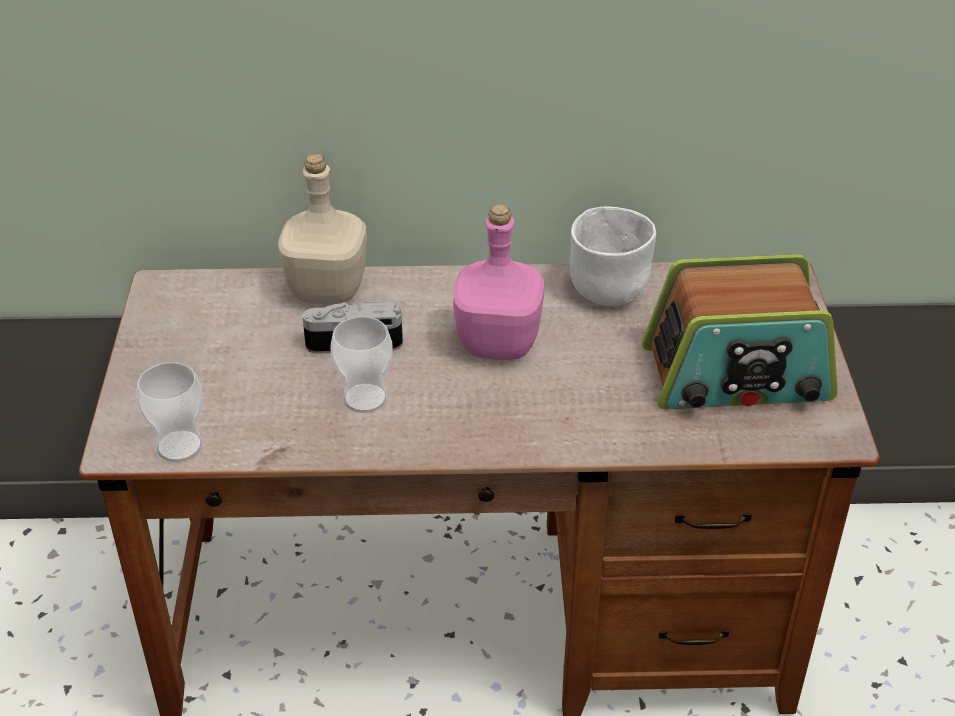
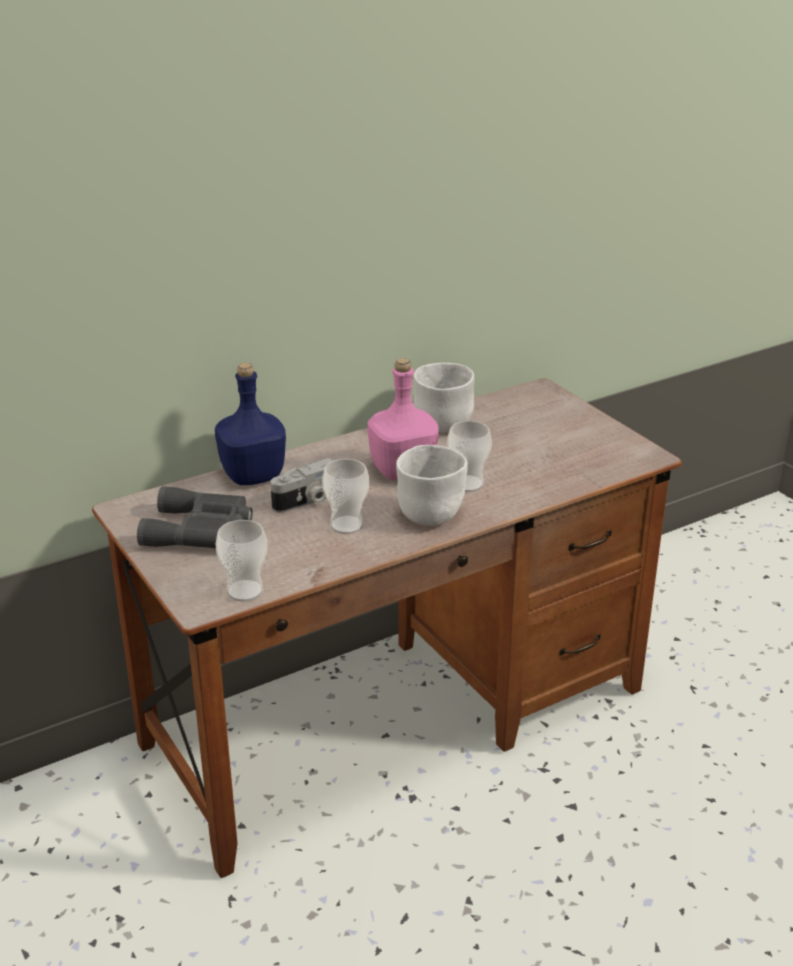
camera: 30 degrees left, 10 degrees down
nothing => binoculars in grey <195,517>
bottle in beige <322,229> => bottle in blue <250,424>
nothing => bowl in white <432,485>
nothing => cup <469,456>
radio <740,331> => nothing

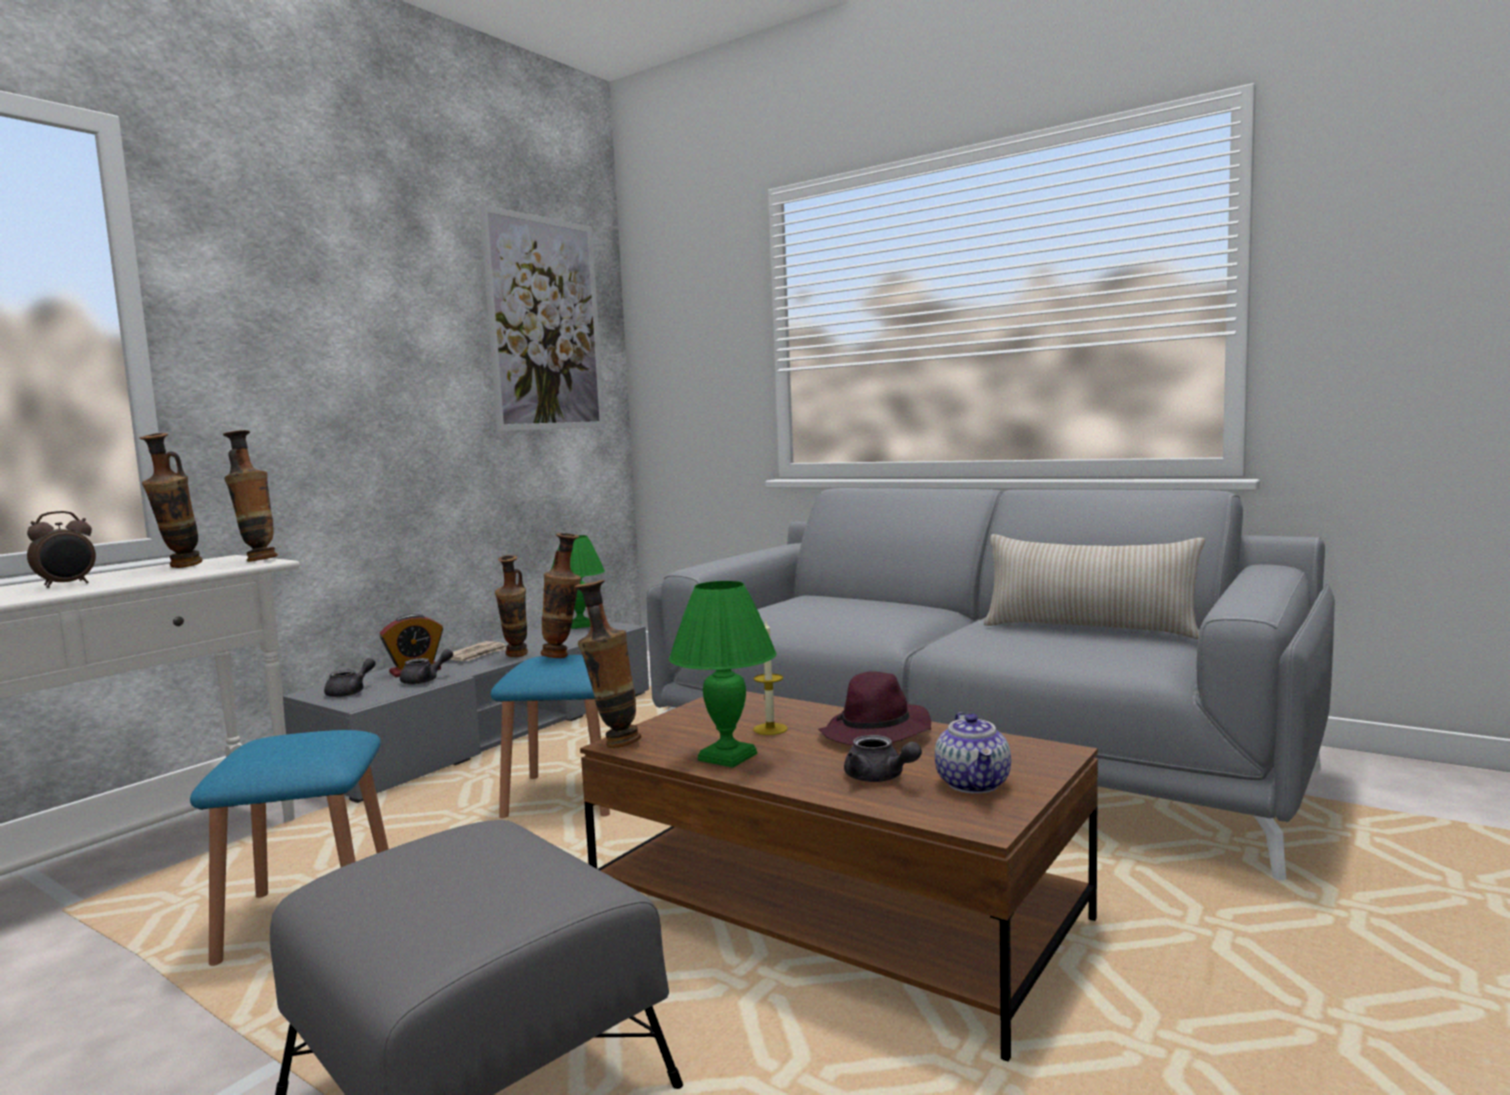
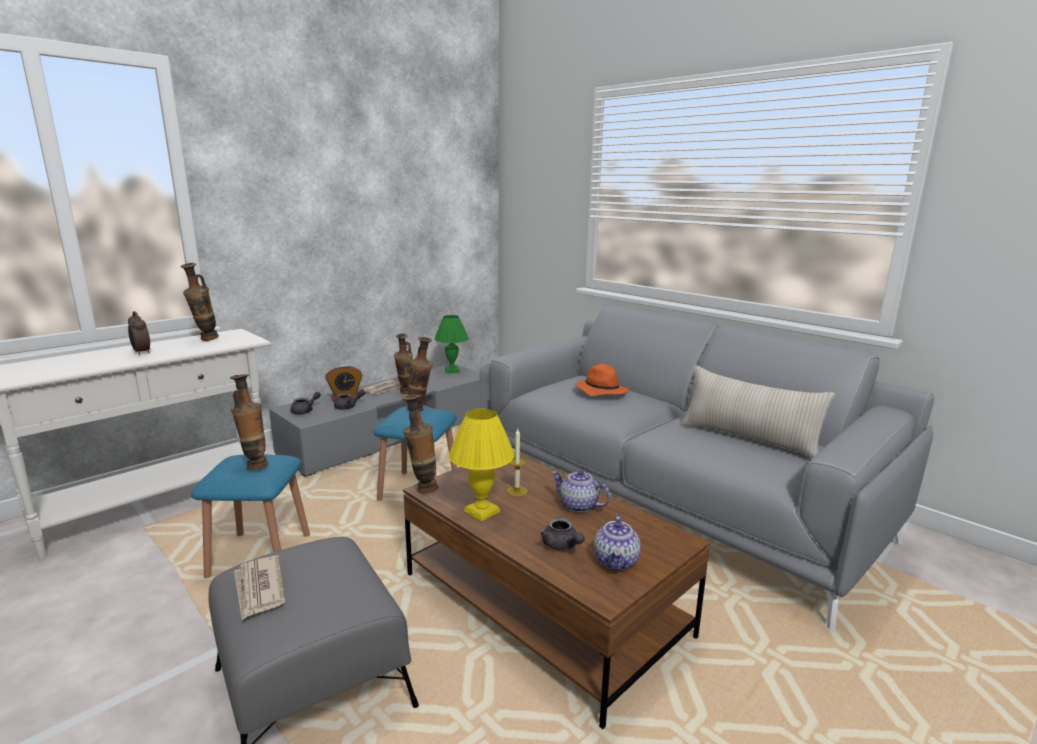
camera: 10 degrees right, 10 degrees up
alarm clock <61,549> => alarm clock <139,333>, 90 degrees clockwise
vase <250,496> => vase <249,422>, relocated
nothing => newspaper <259,588>
table lamp in green <723,674> => table lamp in yellow <481,465>
hat in purple <874,708> => teapot <581,491>
nothing => hat in orange <602,380>
picture <542,317> => nothing

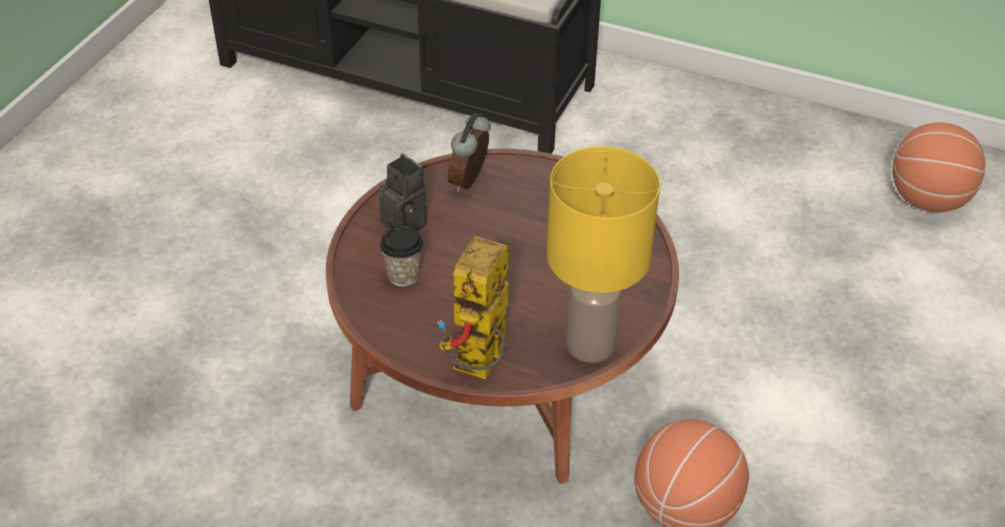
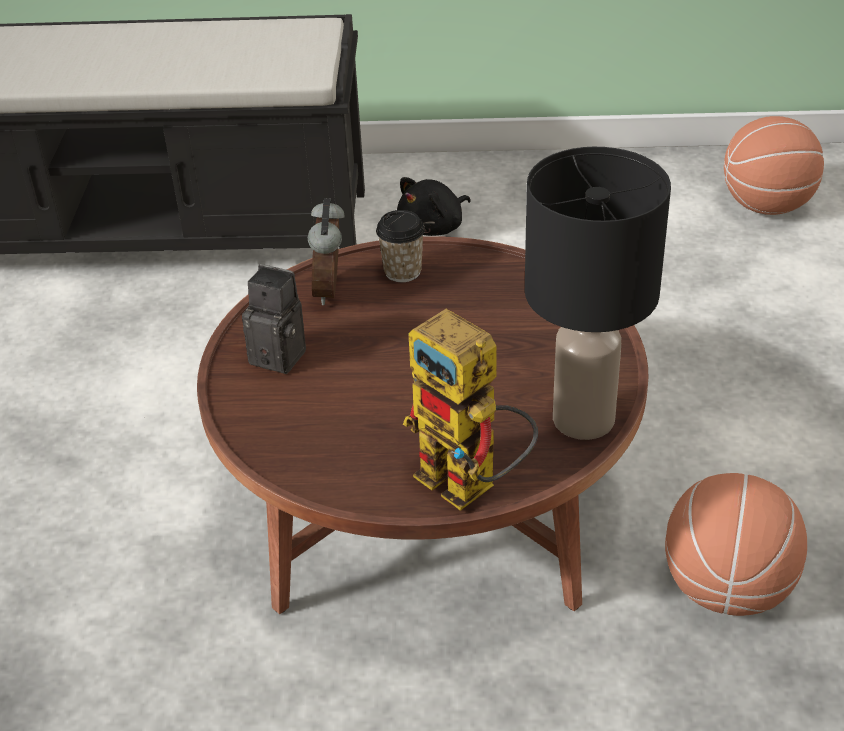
camera: 20 degrees left, 5 degrees down
cup <401,255> => cup <400,246>, relocated
nothing => plush toy in black <434,206>
toy robot <473,307> => toy robot <470,410>, 45 degrees counterclockwise
table lamp in yellow <603,254> => table lamp in black <598,293>

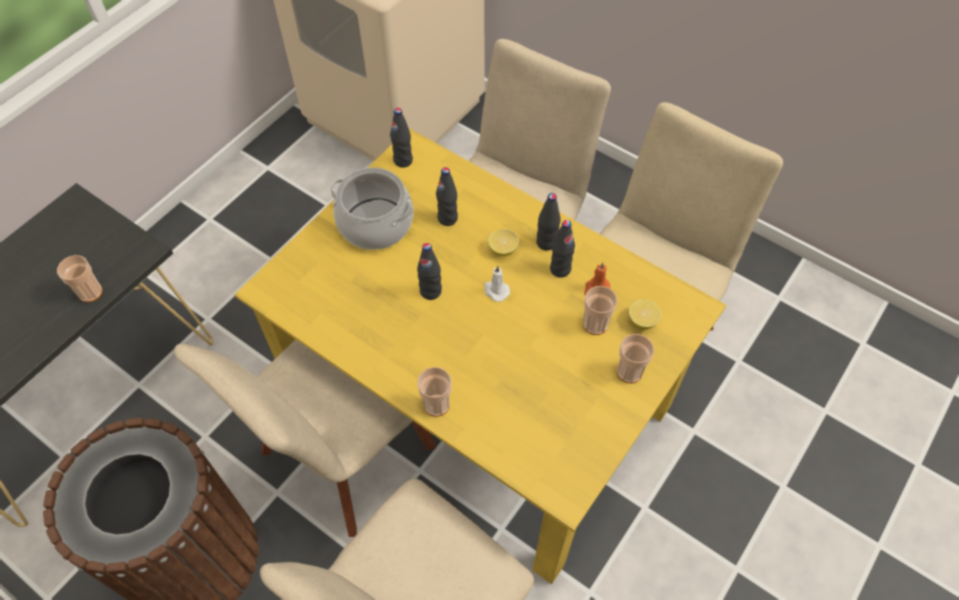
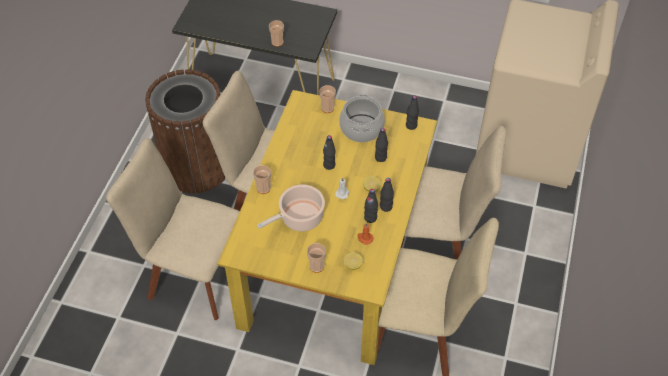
camera: 70 degrees right, 5 degrees down
nothing => cooking pot <291,208>
cup <600,310> => cup <327,99>, relocated

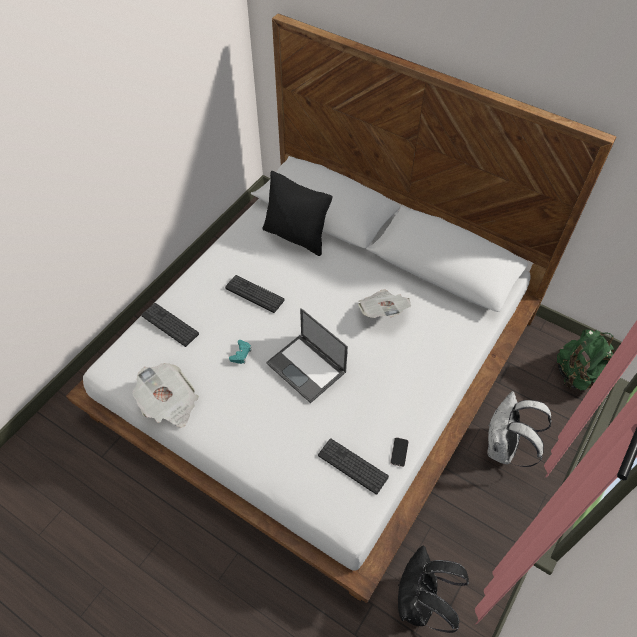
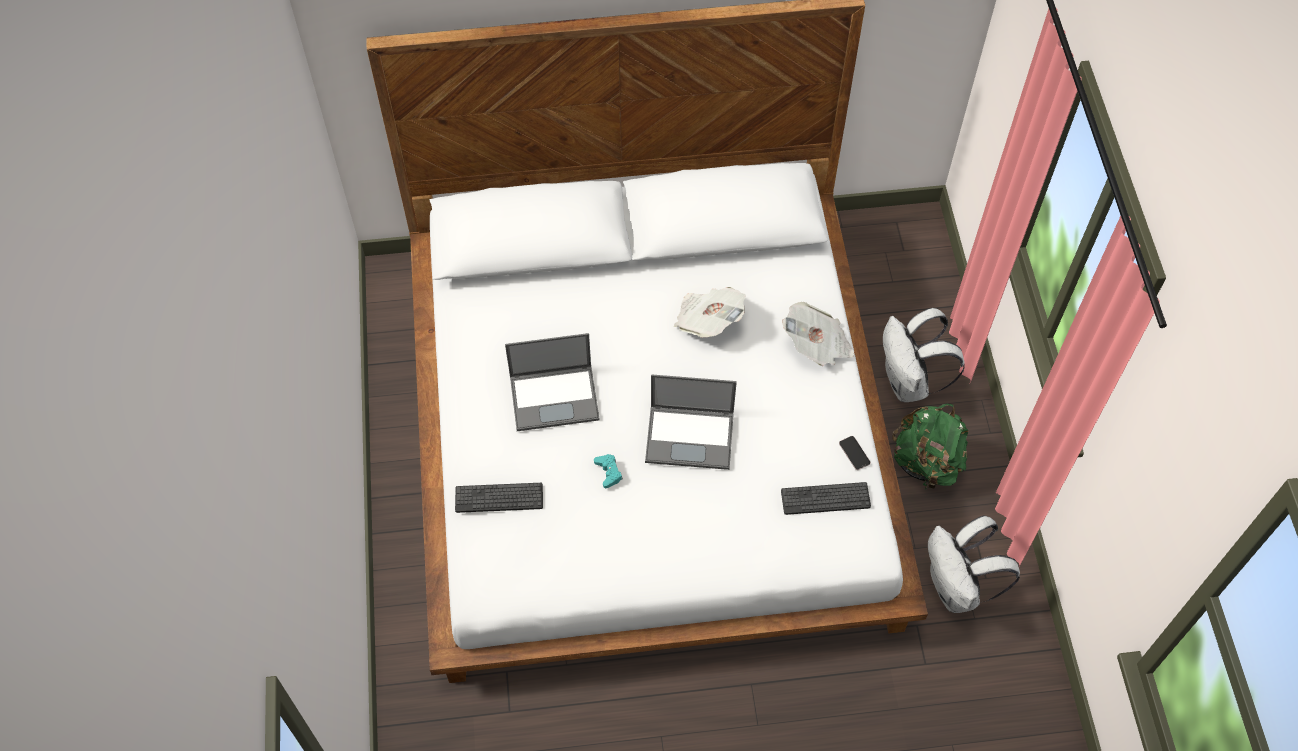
camera: 40 degrees left, 5 degrees up
keyboard <255,294> => laptop <552,382>
newspaper <165,395> => newspaper <818,334>, relocated
backpack in green <586,359> => backpack in green <930,447>, relocated
backpack in black <433,589> => backpack in white <974,564>
pillow in black <297,213> => nothing

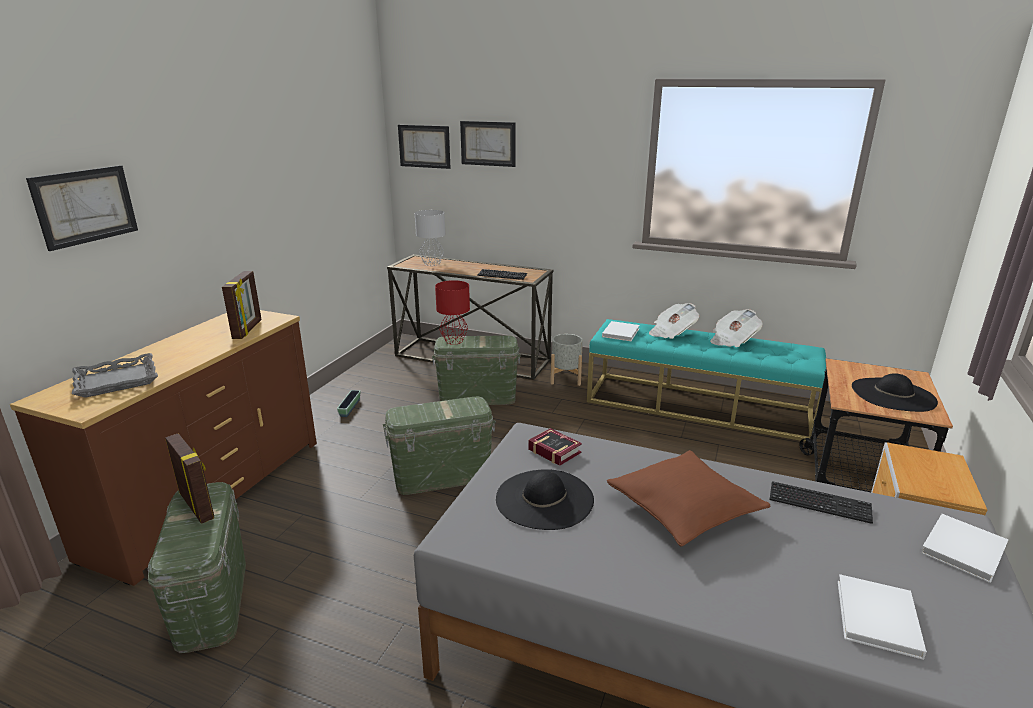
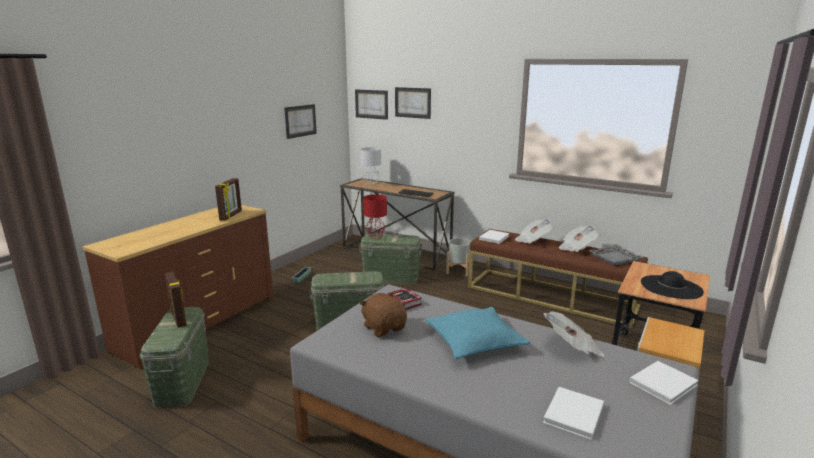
camera: 10 degrees right, 5 degrees down
picture <82,208> => picture <300,121>, relocated
hat in black <545,499> => plush toy in brown <383,315>
pillow in brown <688,498> => pillow in turquoise <478,333>
bench in turquoise <706,380> => bench in brown <558,278>
keyboard <821,502> => newspaper <574,334>
tray in grey <115,375> => tray in grey <616,255>, relocated

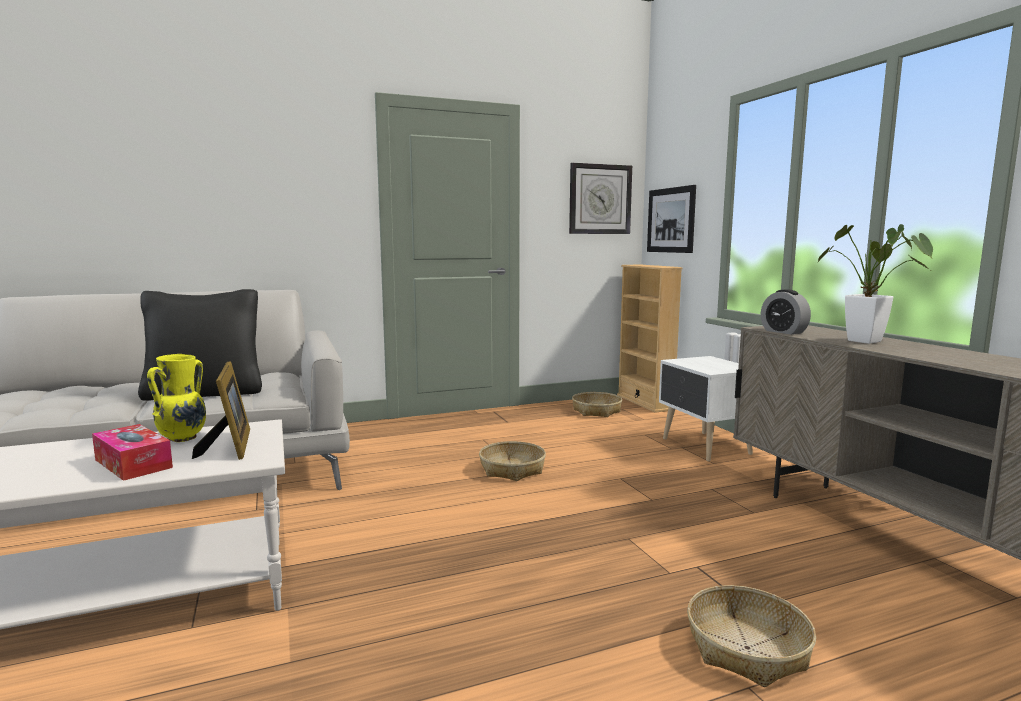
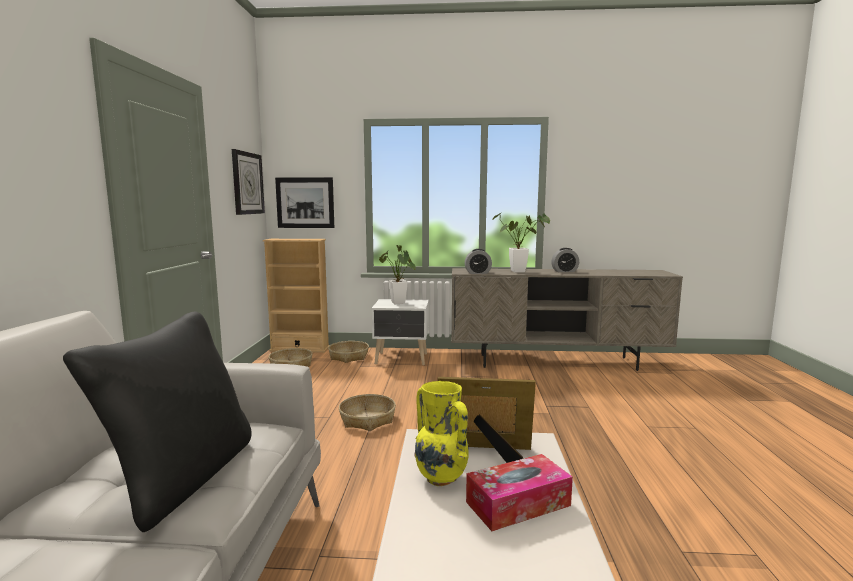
camera: 65 degrees left, 0 degrees up
basket <751,636> => basket <348,352>, relocated
nothing => potted plant <397,274>
nothing => alarm clock <565,260>

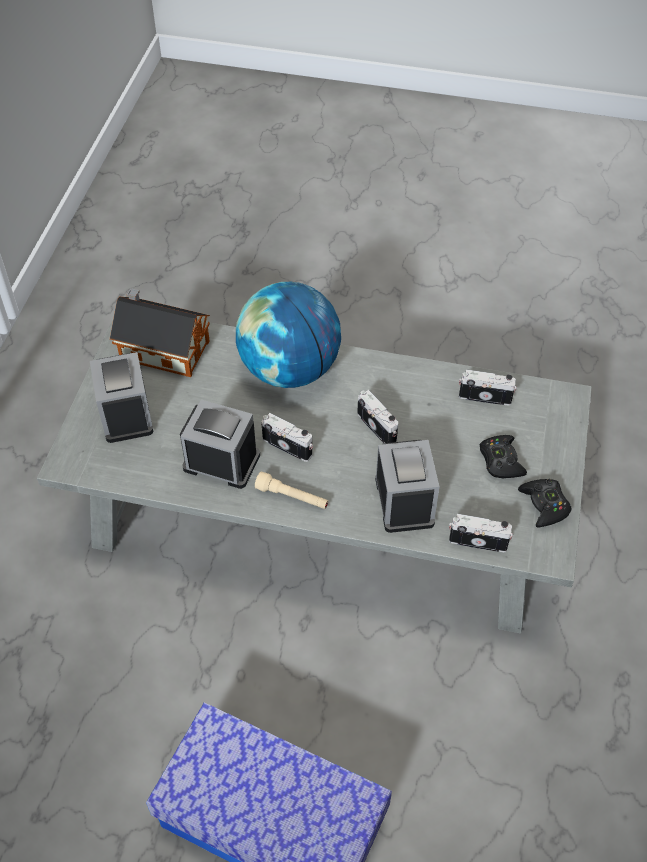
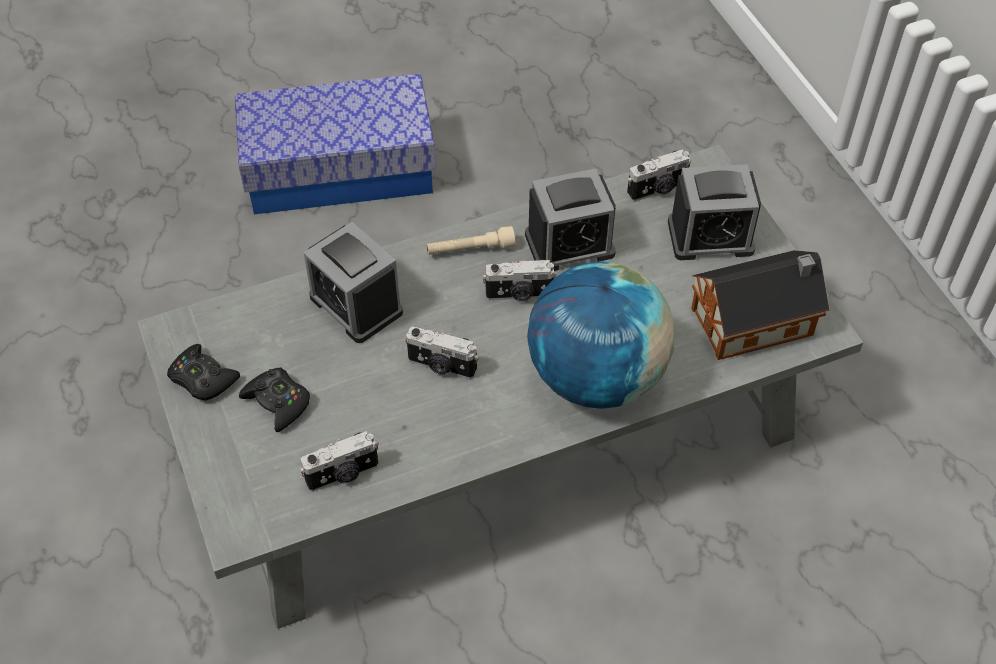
camera: 145 degrees right, 0 degrees up
photo camera <481,533> => photo camera <659,175>, relocated
alarm clock <121,397> => alarm clock <714,212>, 135 degrees clockwise

